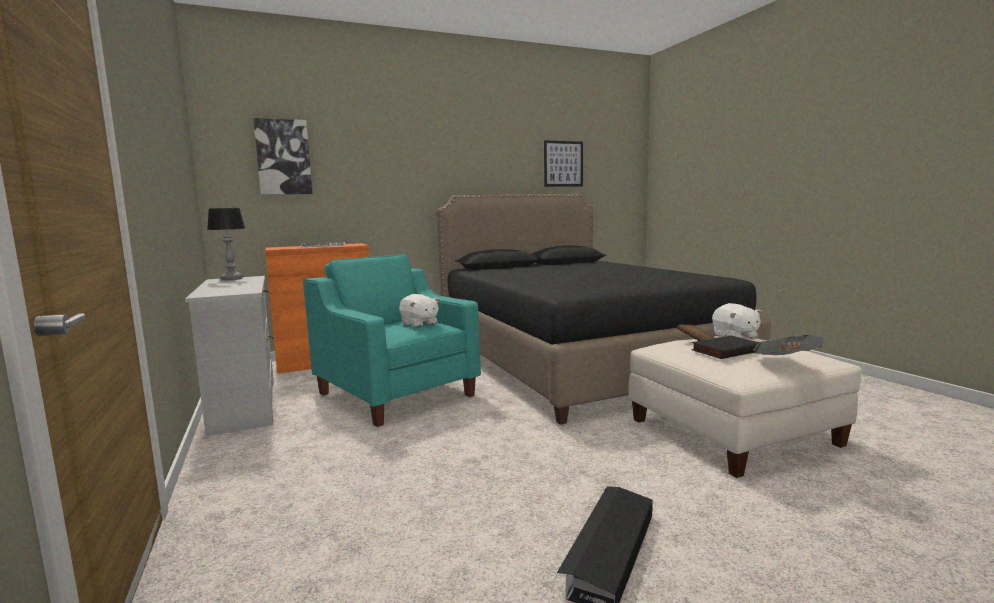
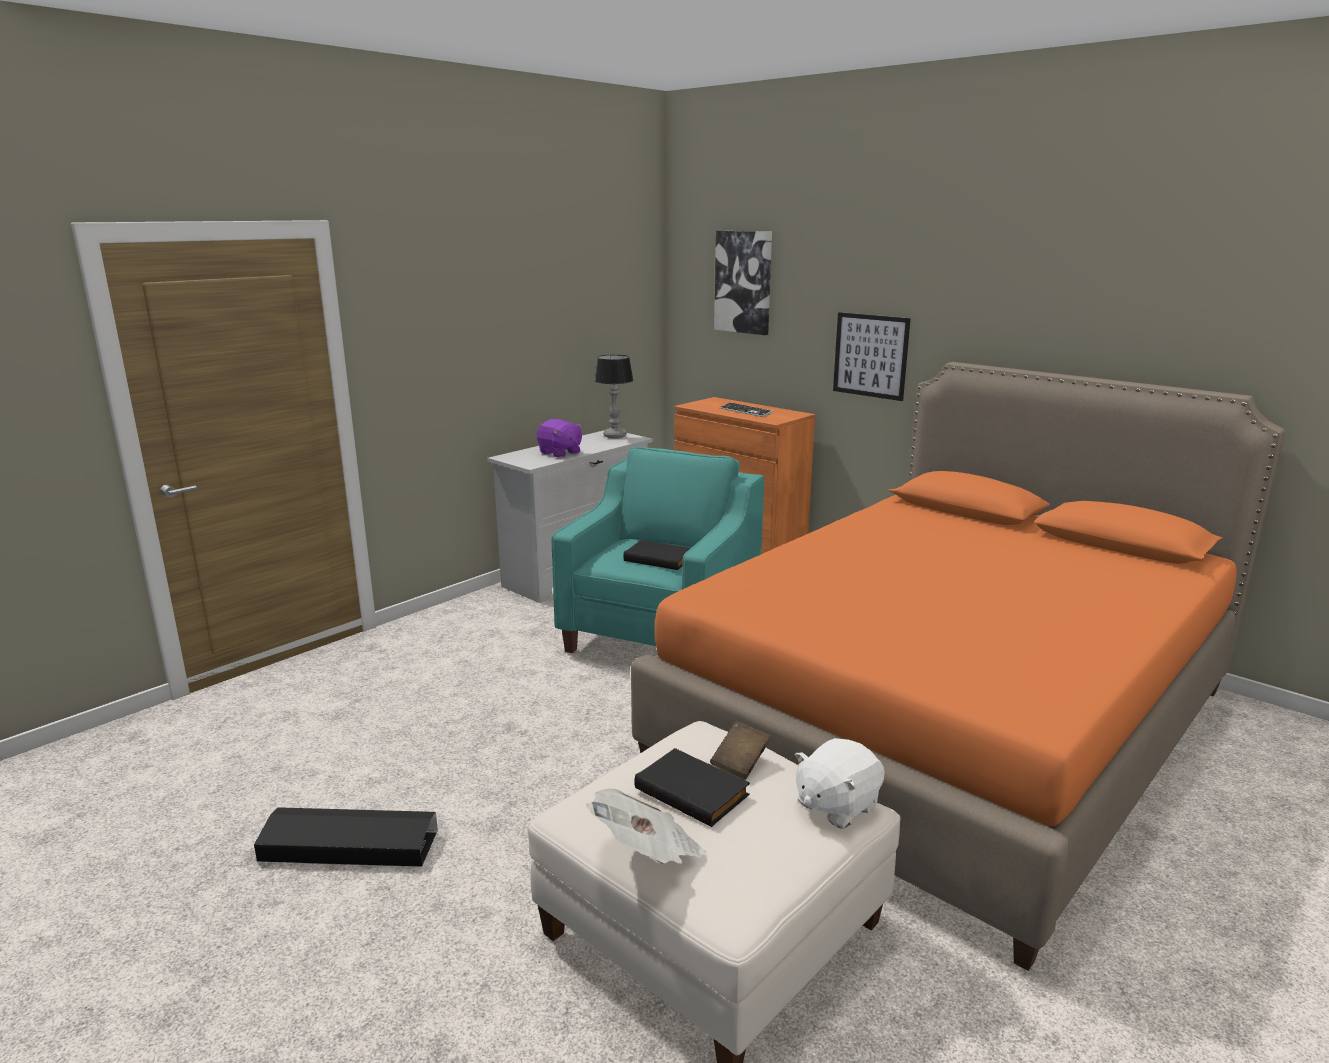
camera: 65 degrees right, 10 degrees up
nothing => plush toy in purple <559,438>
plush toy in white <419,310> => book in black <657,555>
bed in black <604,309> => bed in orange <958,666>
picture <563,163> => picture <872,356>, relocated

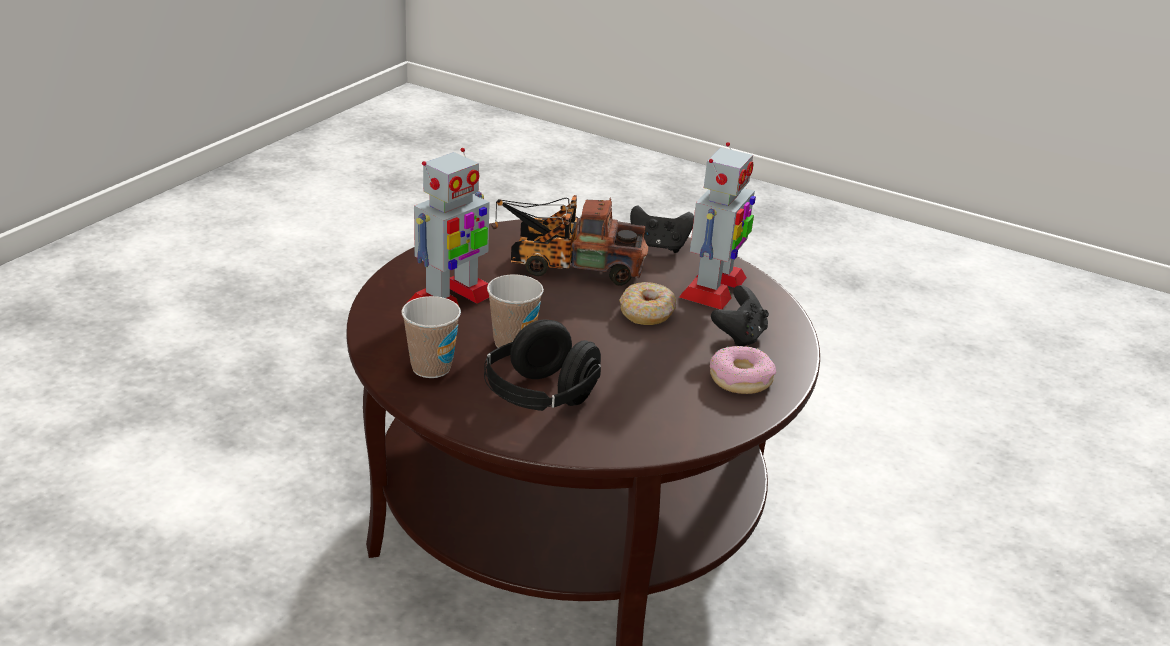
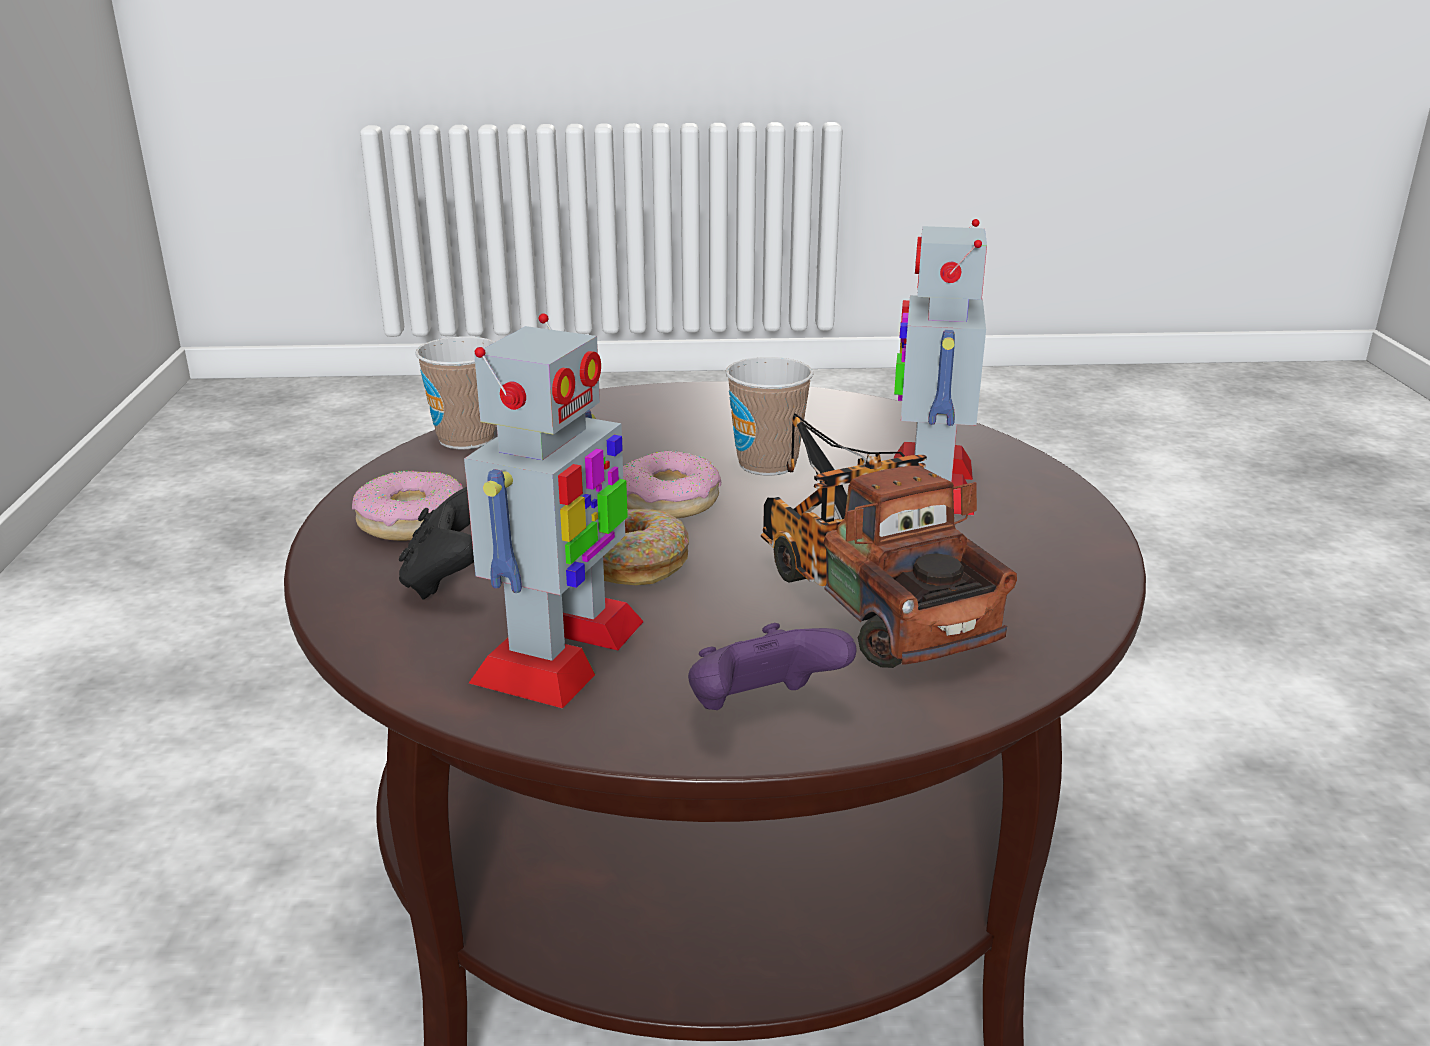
camera: 150 degrees right, 5 degrees down
cup <431,337> => cup <455,393>, relocated
toy robot <717,226> => toy robot <554,510>, 150 degrees counterclockwise
nothing => donut <672,484>
game controller in black <662,229> => game controller in purple <772,666>
toy truck <569,240> => toy truck <889,540>, 90 degrees counterclockwise
headphones in black <542,365> => nothing

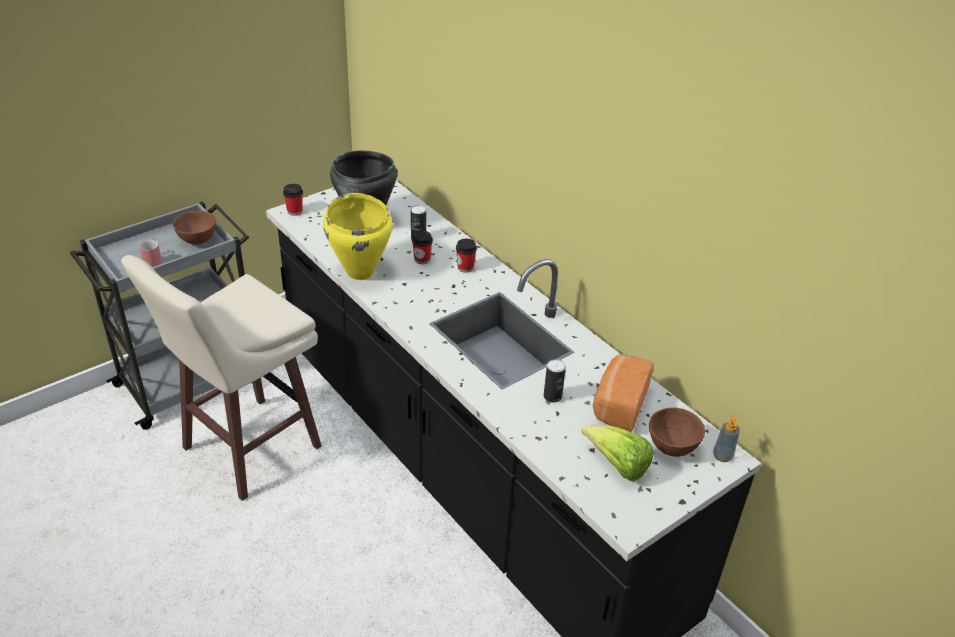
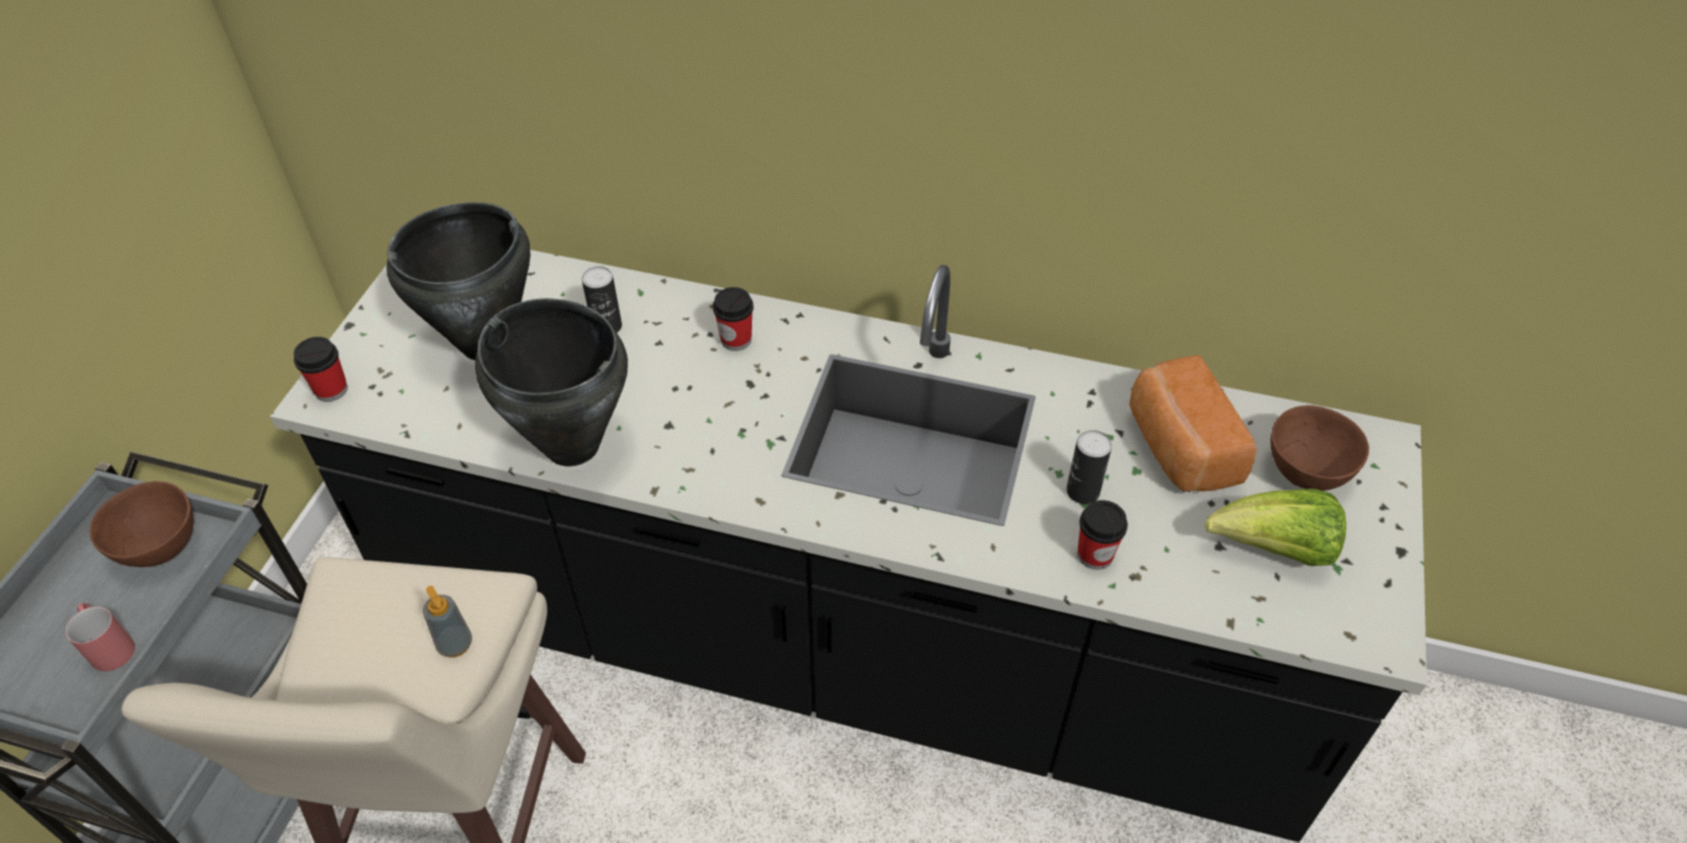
camera: 35 degrees left, 10 degrees up
soap dispenser <726,438> => soap dispenser <447,621>, relocated
cooking pot in yellow <358,236> => cooking pot in black <551,382>
cup <422,247> => cup <1102,535>, relocated

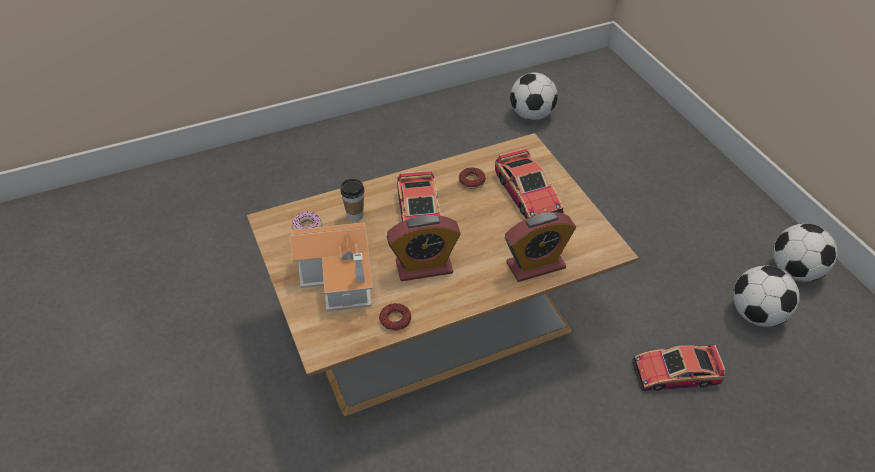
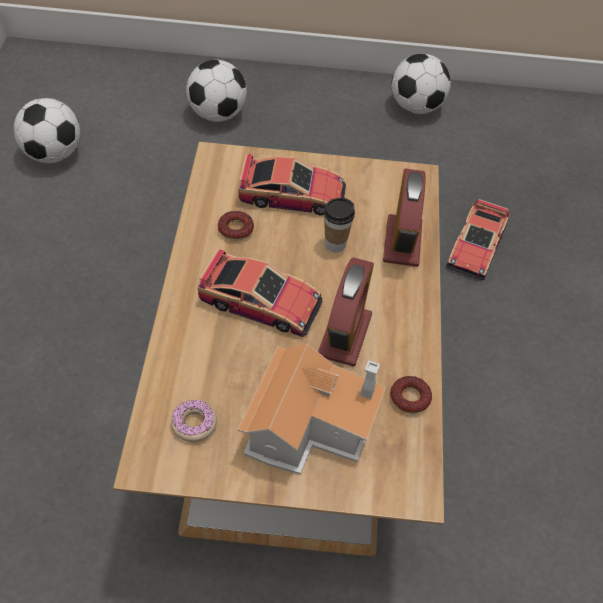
camera: 65 degrees left, 5 degrees up
football <766,296> => football <216,91>, relocated
cup <352,200> => cup <339,225>, relocated

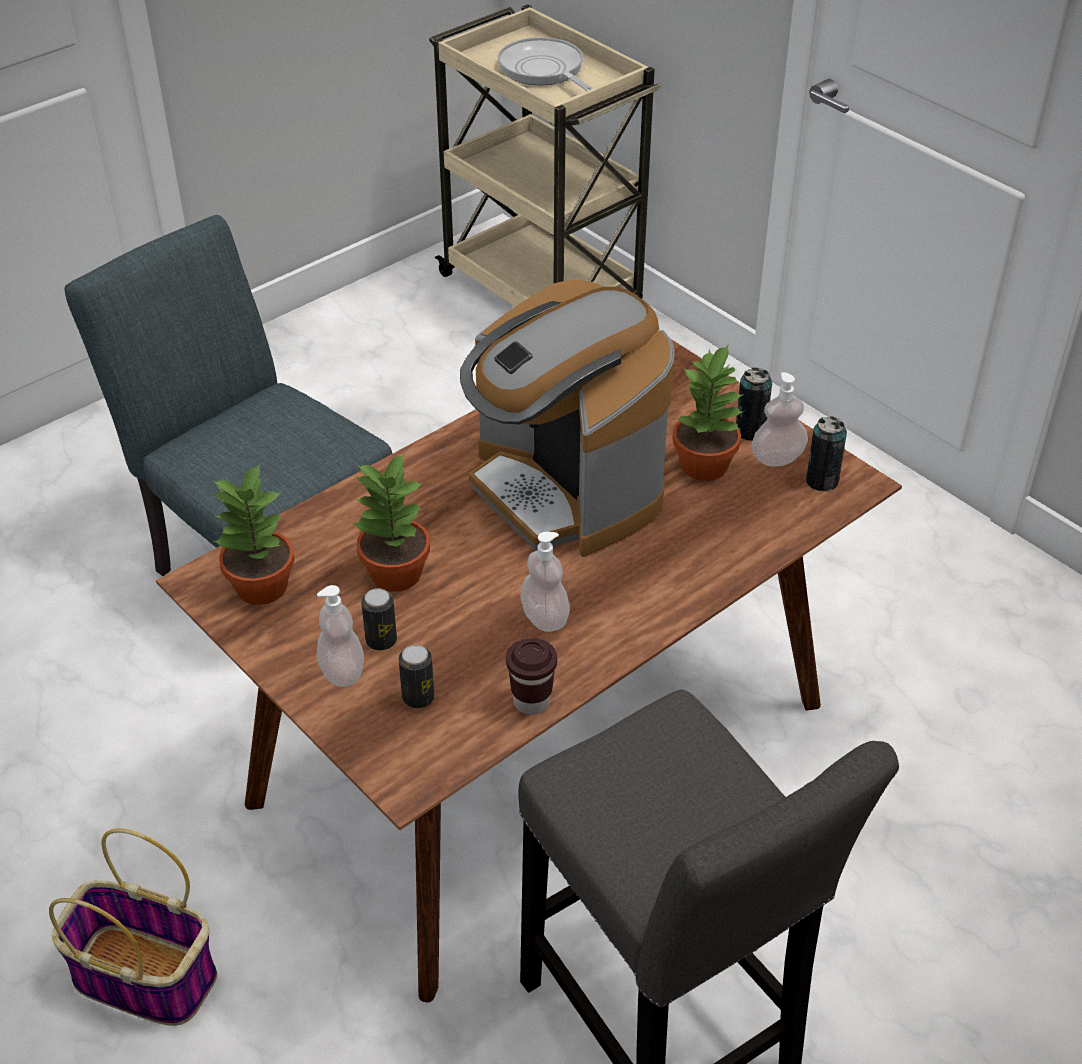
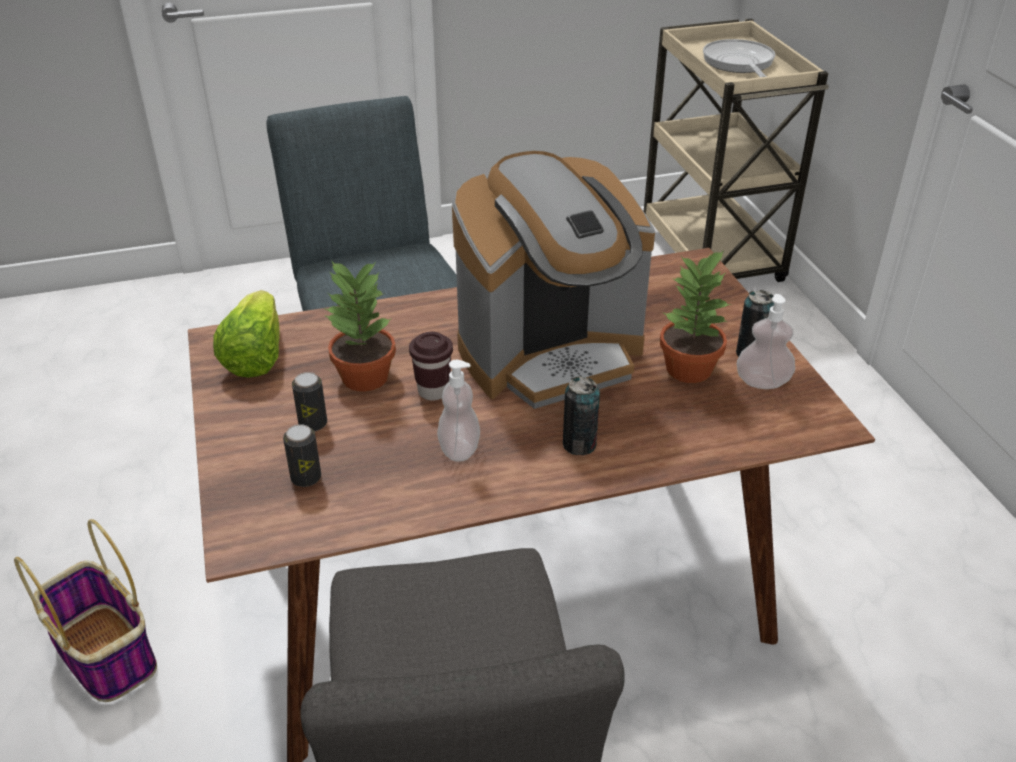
camera: 25 degrees right, 5 degrees down
potted plant <253,534> => lettuce <246,334>
cup in brown <531,676> => cup in brown <431,366>, relocated
coffee machine <567,418> => coffee machine <553,280>, 105 degrees counterclockwise
can <826,453> => can <581,415>, relocated
soap dispenser <340,636> => nothing

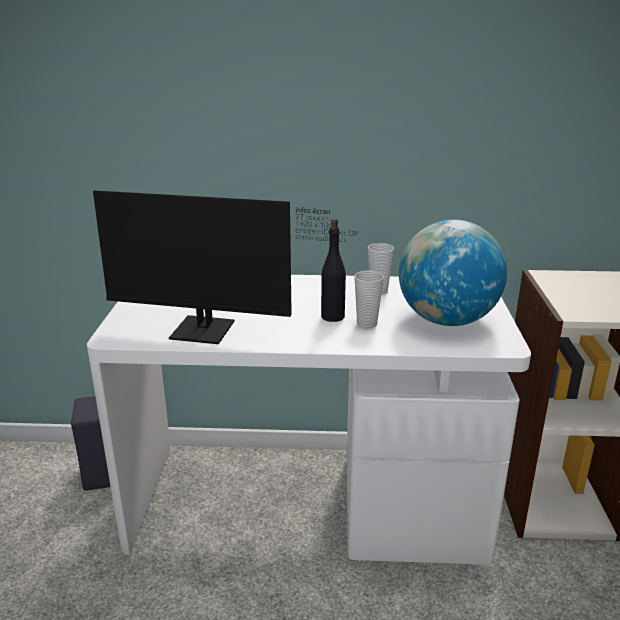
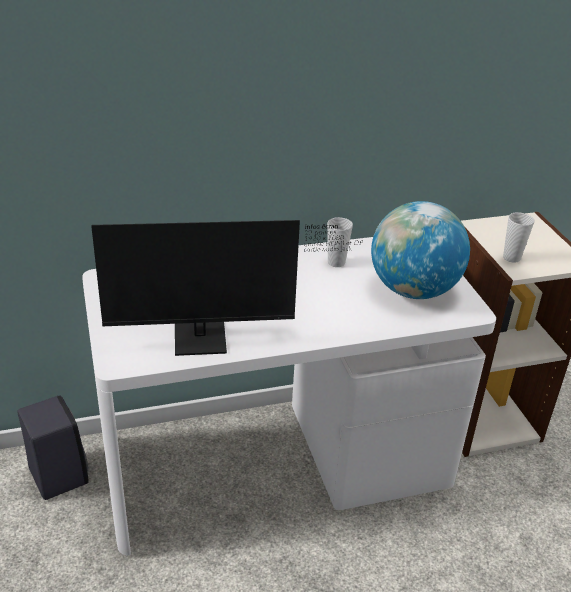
camera: 20 degrees left, 10 degrees up
cup <369,299> => cup <518,237>, relocated
bottle in black <333,270> => nothing

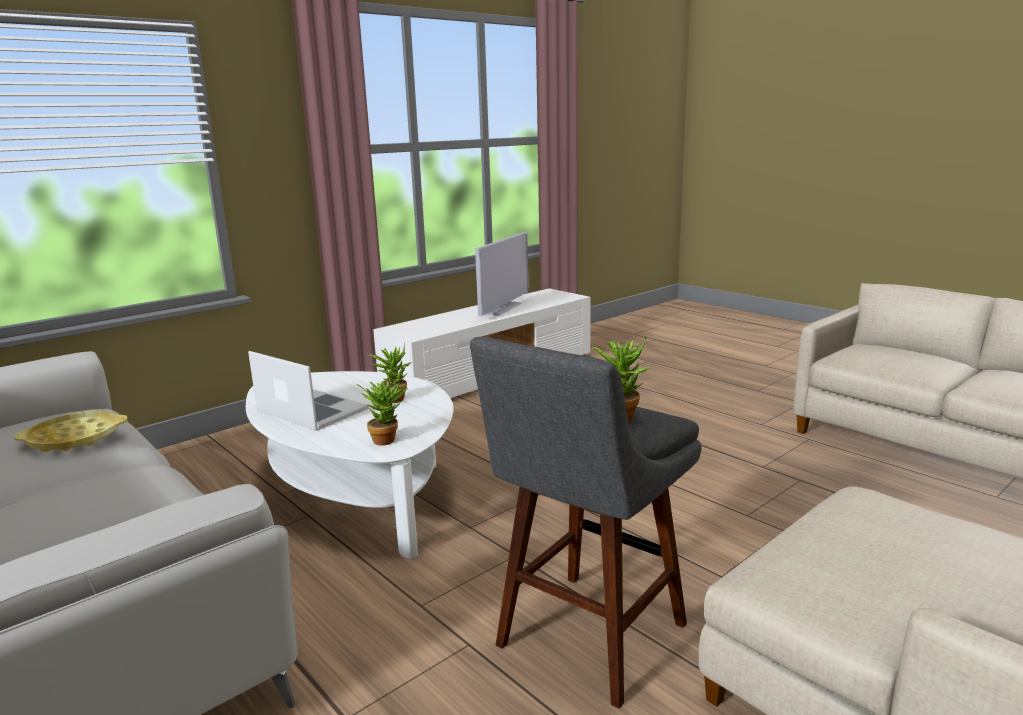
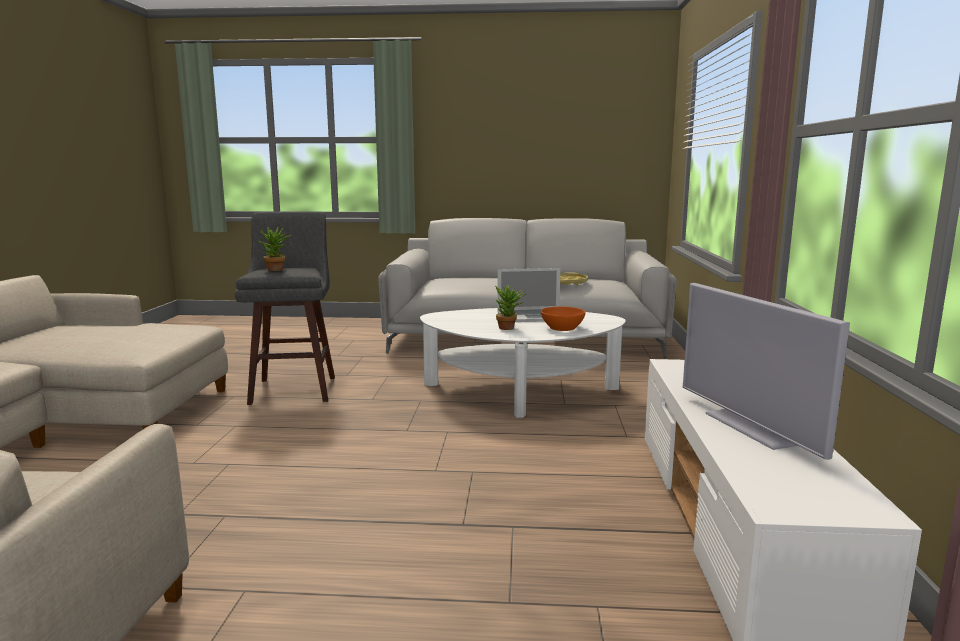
camera: 135 degrees right, 5 degrees down
nothing => bowl in orange <563,319>
potted plant <381,413> => nothing

